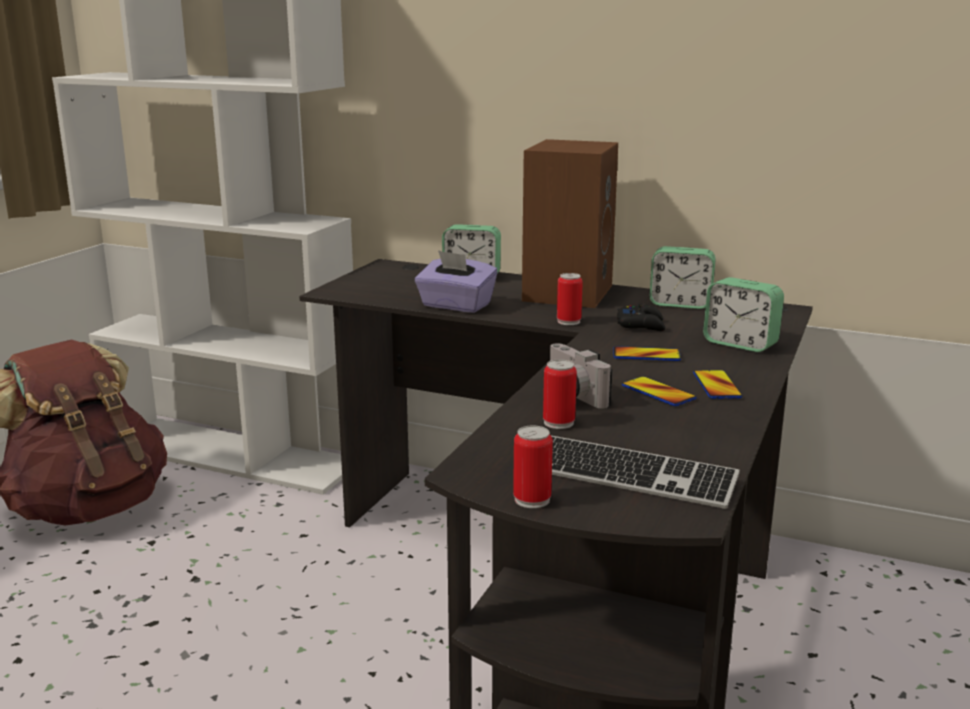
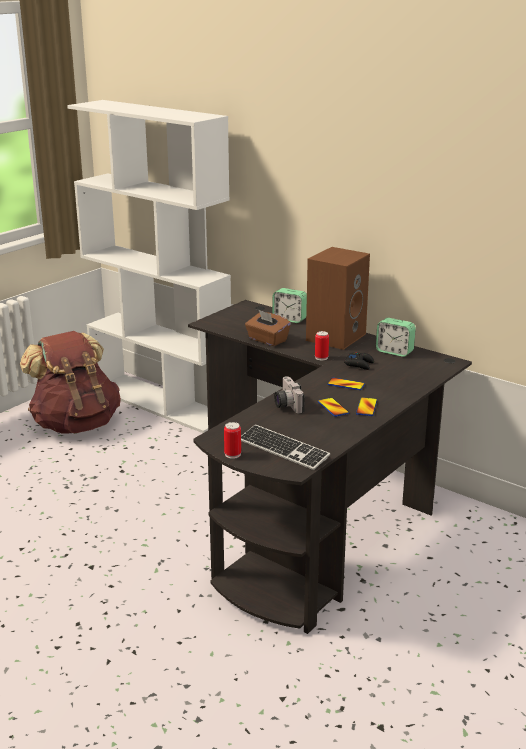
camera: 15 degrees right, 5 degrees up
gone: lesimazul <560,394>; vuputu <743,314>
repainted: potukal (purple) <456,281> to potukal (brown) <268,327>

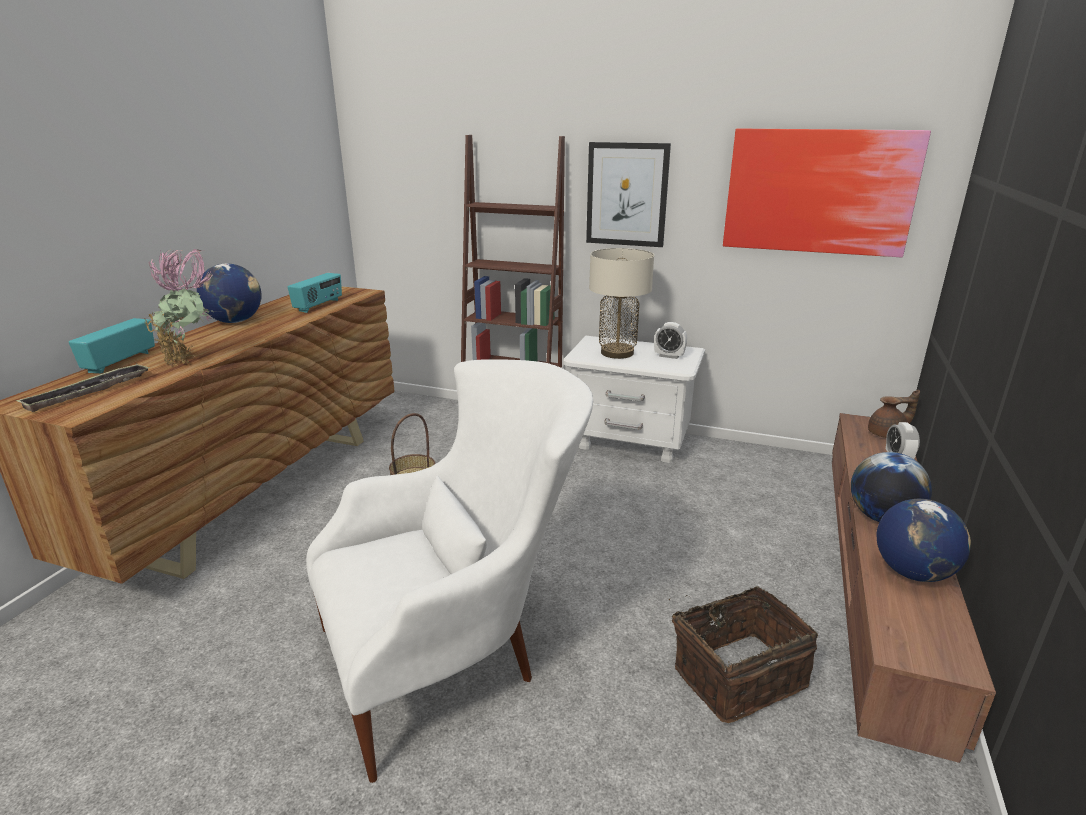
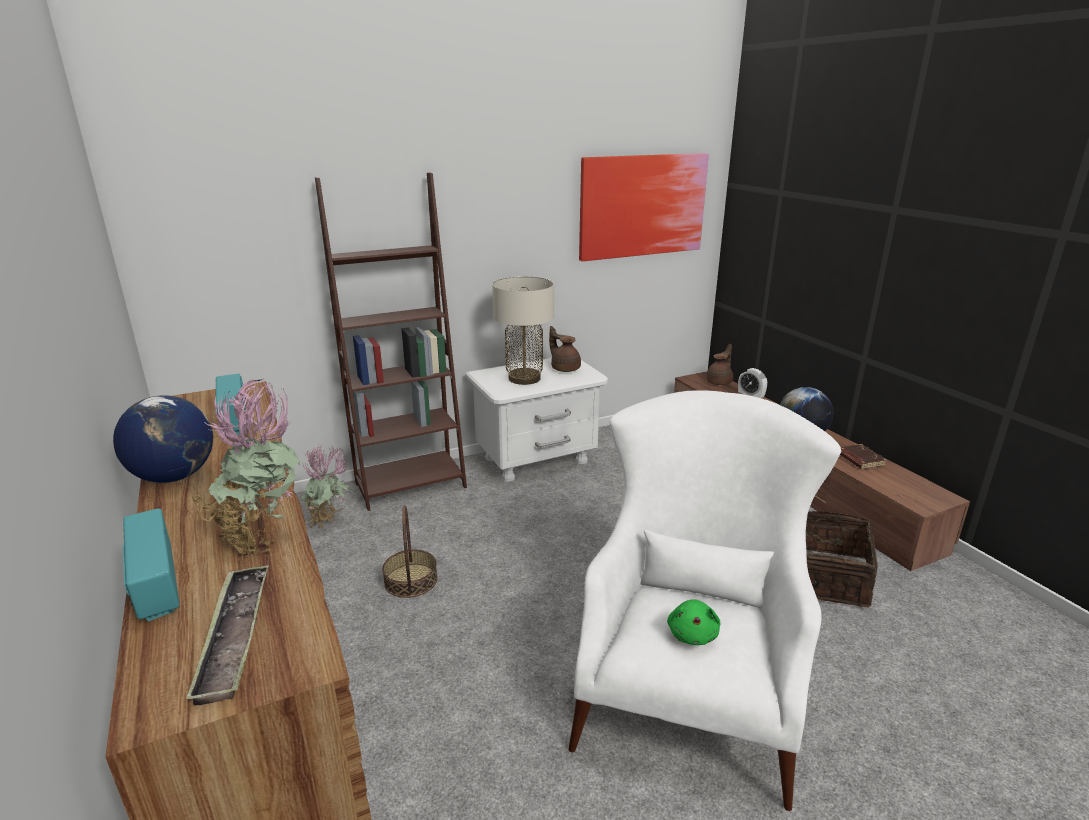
camera: 45 degrees left, 0 degrees up
gone: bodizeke <628,194>
new: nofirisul <324,486>; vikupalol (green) <693,622>
swapped: vuputu <670,340> to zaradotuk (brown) <565,349>; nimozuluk <923,540> to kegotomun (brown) <863,456>

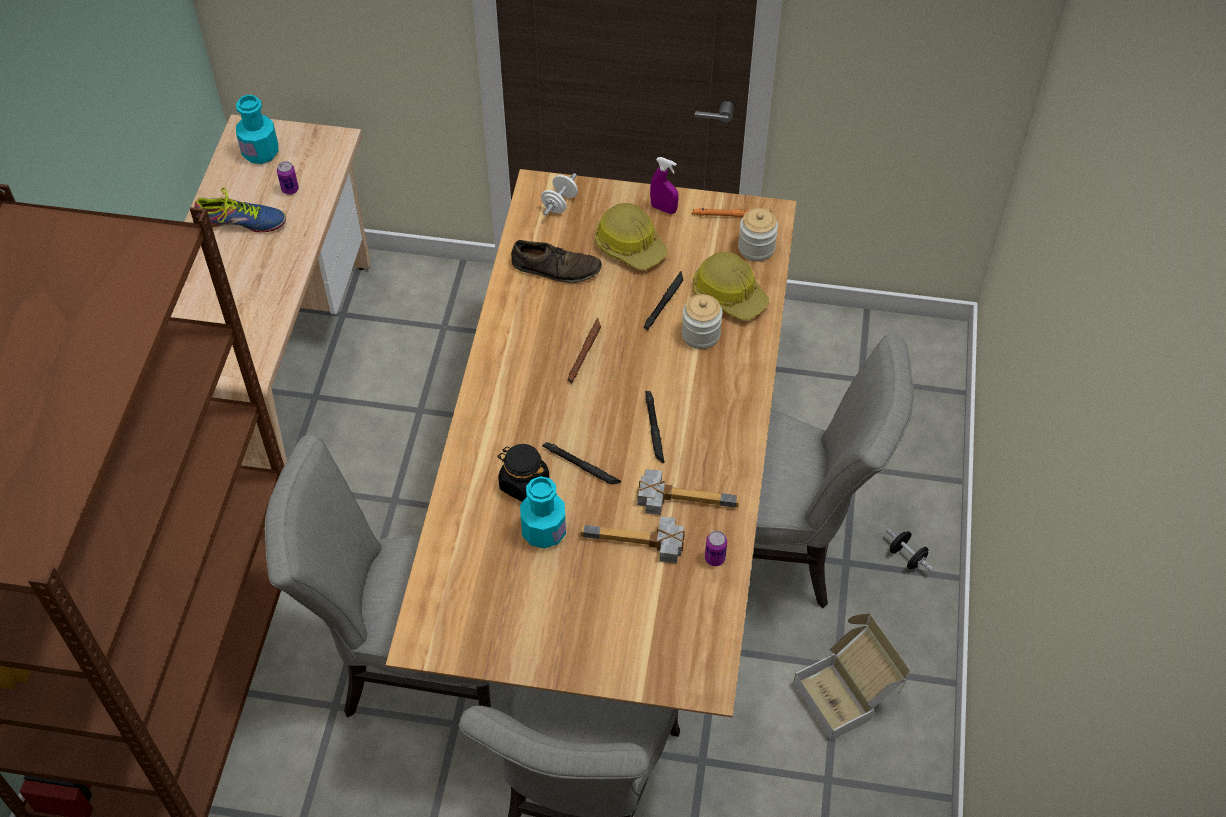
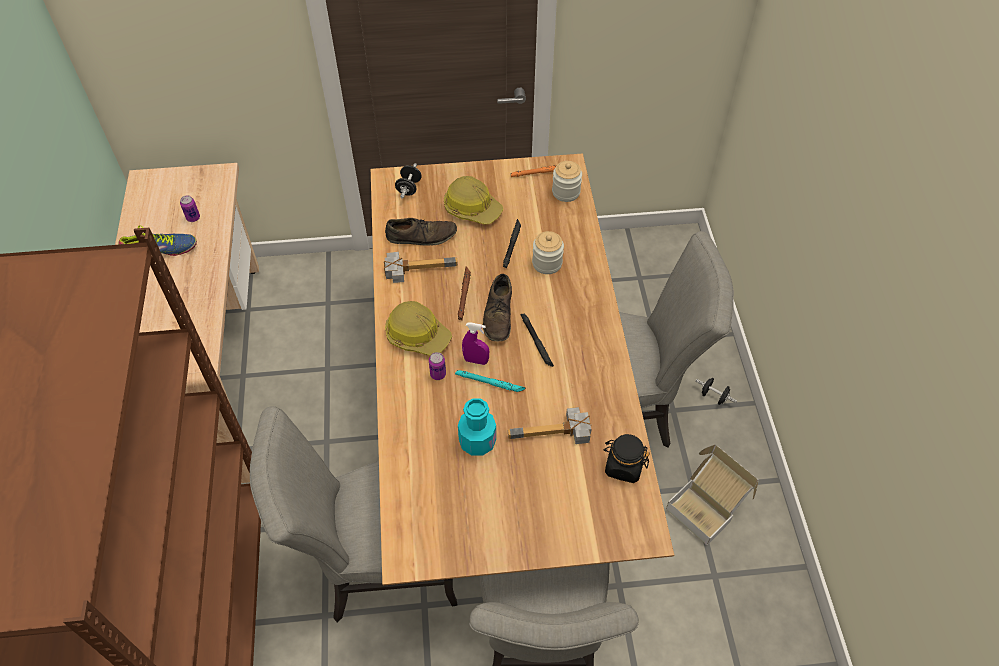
camera: 15 degrees left, 0 degrees up
gone: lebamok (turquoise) <257,129>
new: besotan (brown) <497,307>
shifted: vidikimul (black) <523,473> to <626,458>; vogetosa <688,492> to <421,267>; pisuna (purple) <664,185> to <475,343>; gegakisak <731,286> to <418,328>; lesimazul <716,548> to <437,366>
repainted: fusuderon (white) <559,194> to fusuderon (black) <408,180>; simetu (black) <581,463> to simetu (turquoise) <490,381>

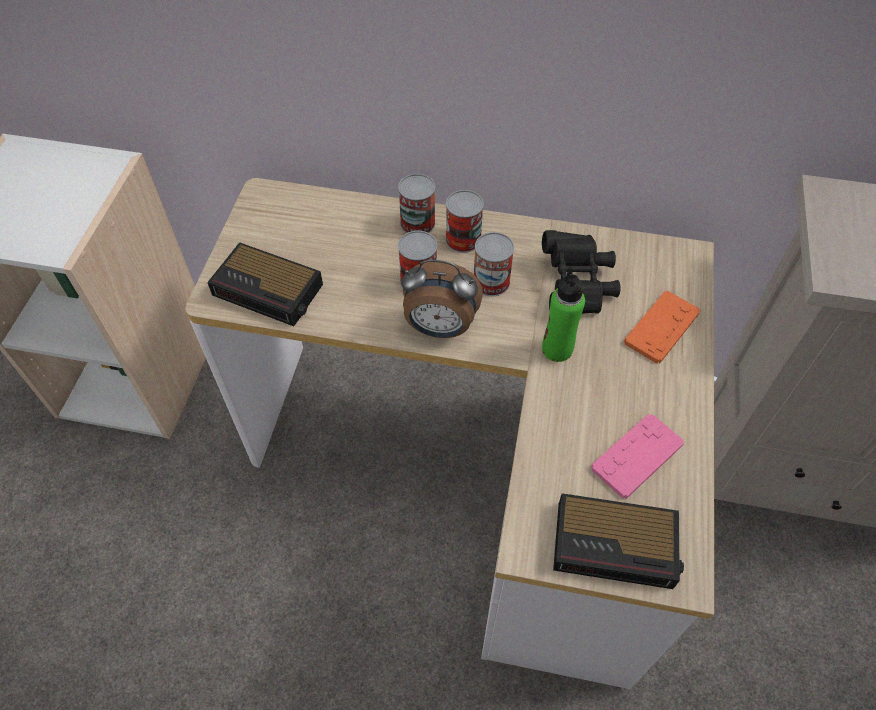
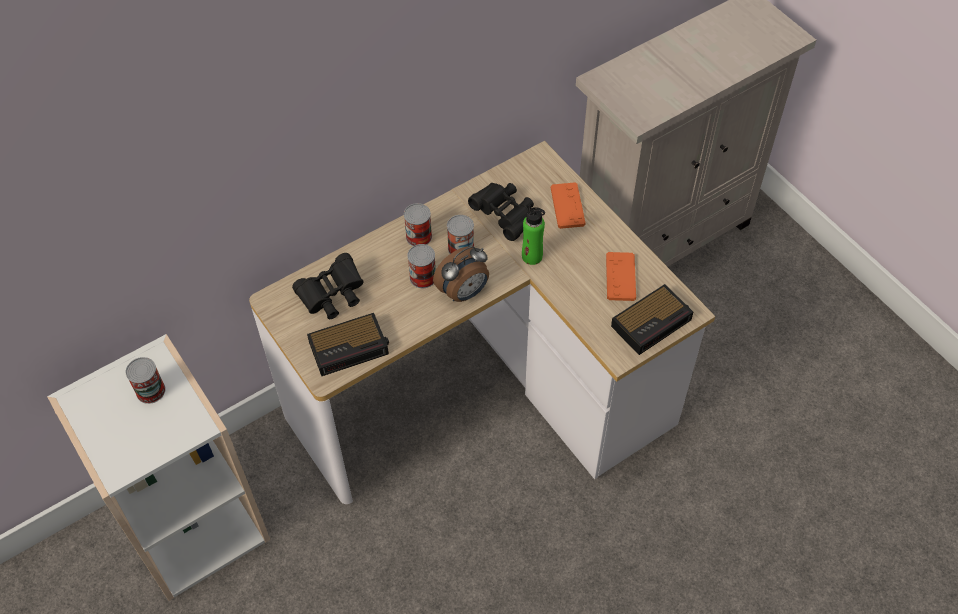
camera: 45 degrees left, 0 degrees up
new: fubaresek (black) <327,286>
shifted: lesimazul <417,203> to <146,380>
repainted: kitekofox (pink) <637,456> to kitekofox (orange) <621,276>

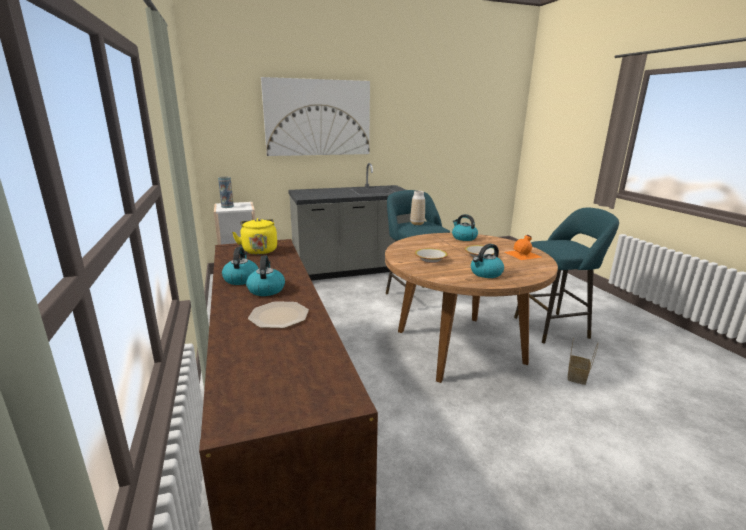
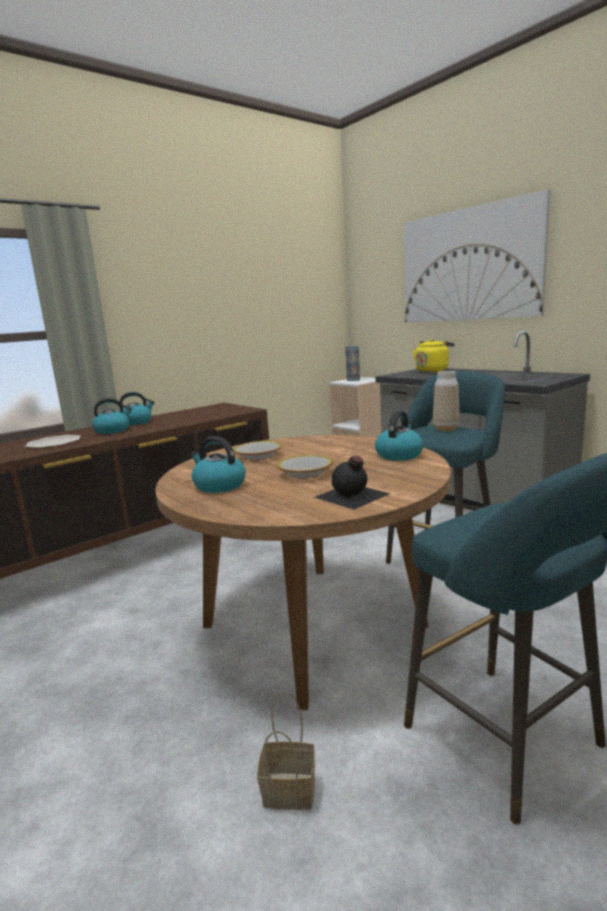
camera: 70 degrees right, 5 degrees down
shifted: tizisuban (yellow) <254,236> to <434,355>
repainted: lebamok (orange) <523,247> to lebamok (black) <352,482>

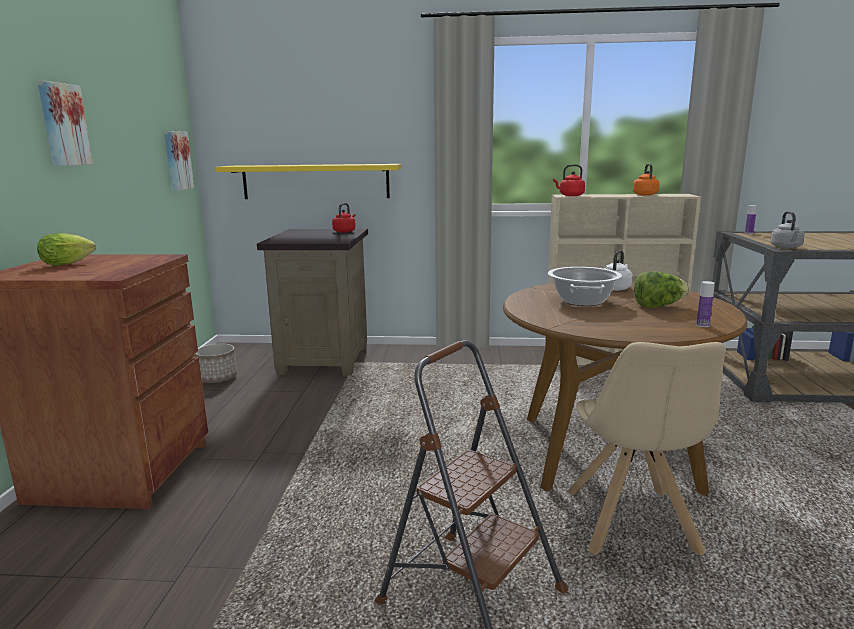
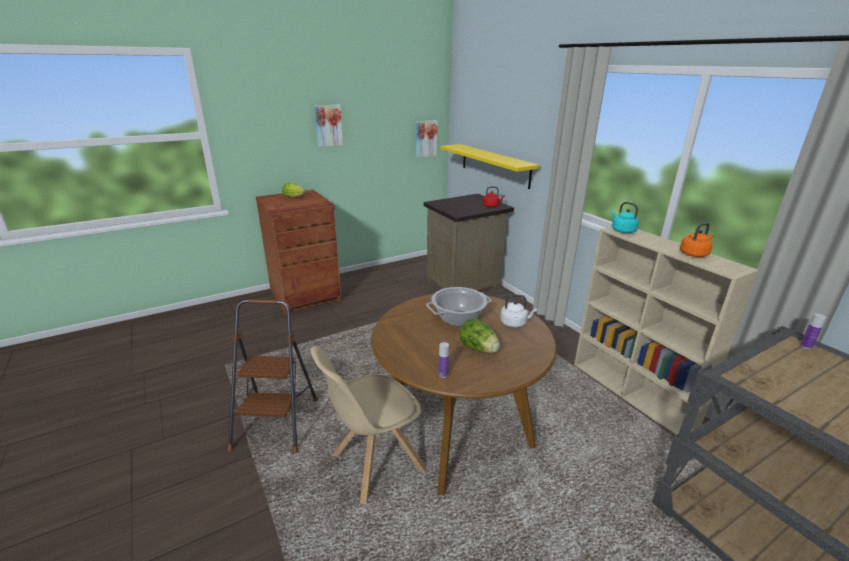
camera: 55 degrees right, 10 degrees up
gone: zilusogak <215,363>; tizisuban (grey) <787,229>
repainted: tizisuban (red) <569,180> to tizisuban (turquoise) <625,217>

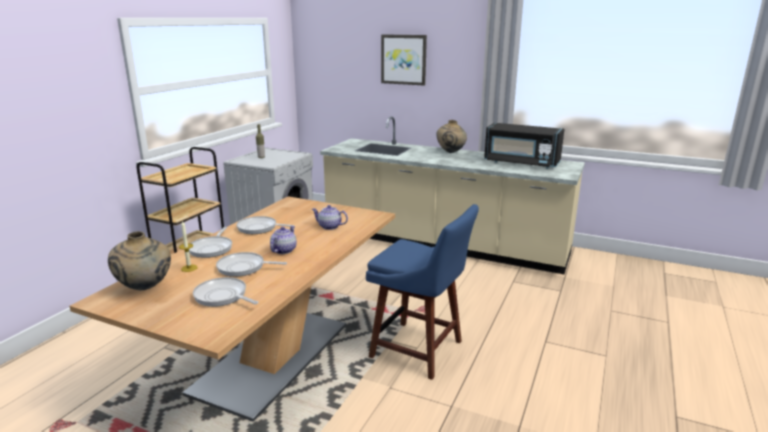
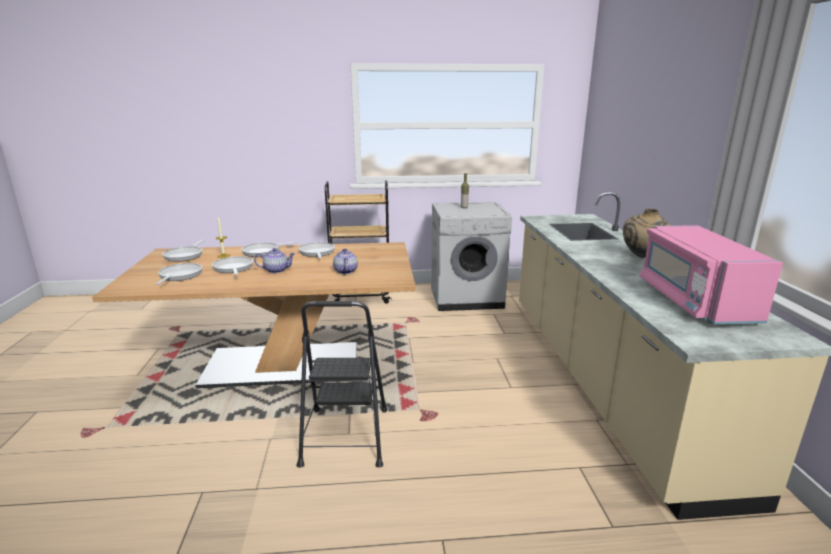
camera: 60 degrees right, 0 degrees up
gone: bodizeke <404,60>
swapped: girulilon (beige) <139,260> to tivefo <183,251>; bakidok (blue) <422,292> to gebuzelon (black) <342,384>
repainted: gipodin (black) <524,145> to gipodin (pink) <711,274>

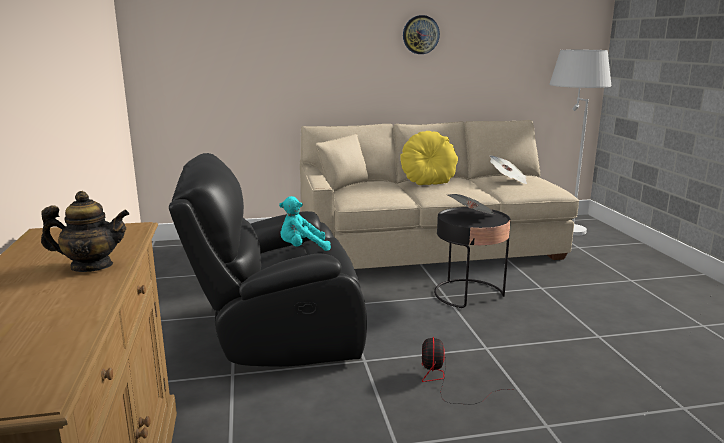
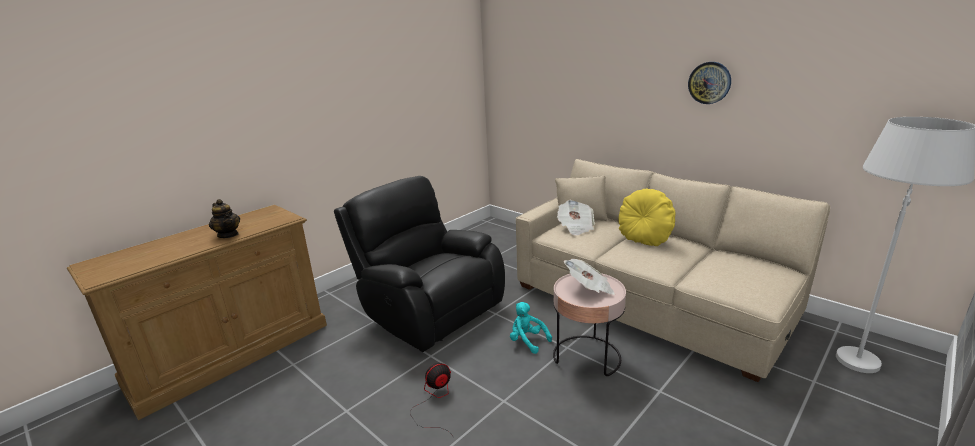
camera: 55 degrees right, 5 degrees up
shifted: vikupalol (turquoise) <305,223> to <531,328>; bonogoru <508,169> to <575,218>
repainted: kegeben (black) <472,257> to kegeben (pink) <589,324>

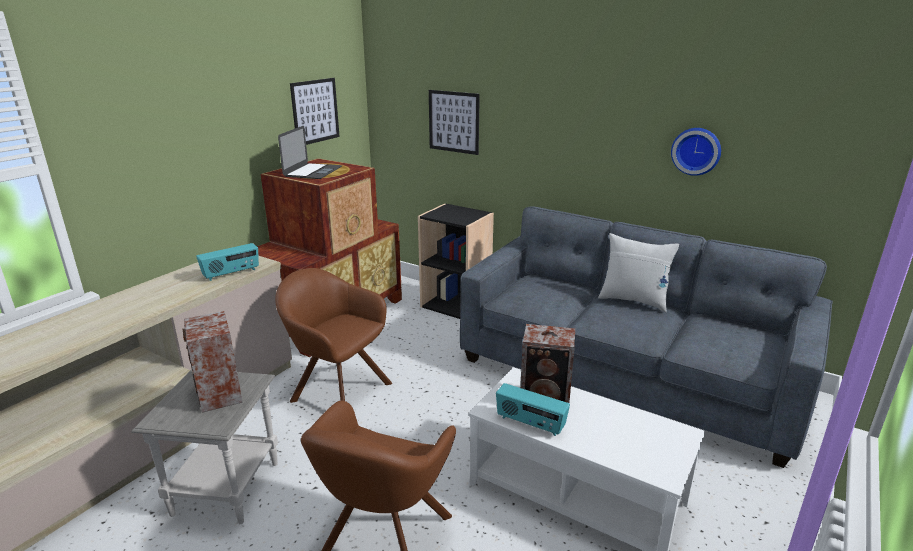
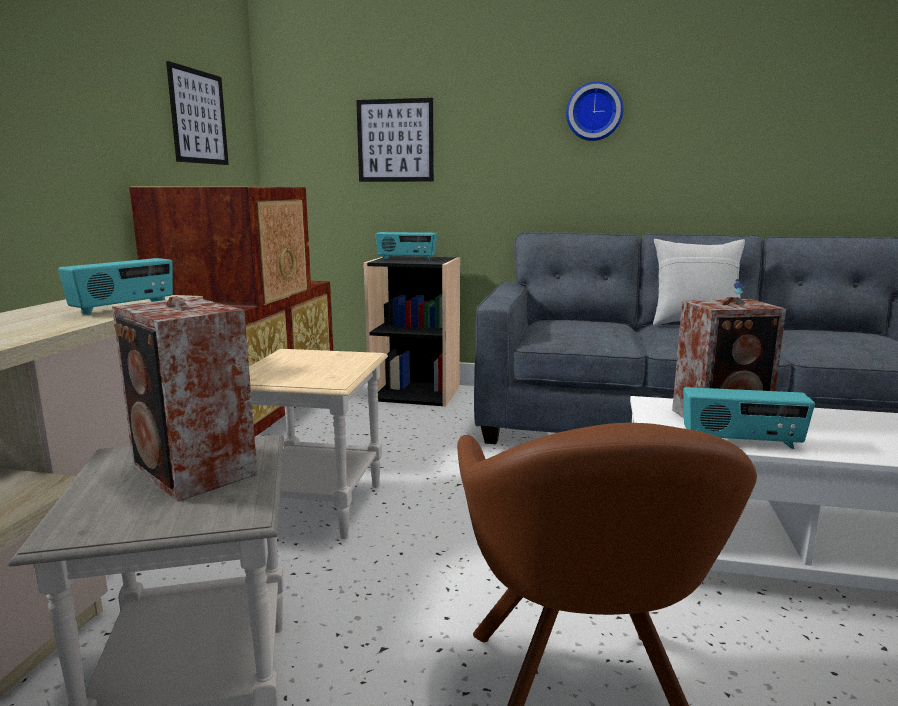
camera: 20 degrees left, 10 degrees down
gone: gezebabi <310,152>
new: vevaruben <406,246>
shifted: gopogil <696,152> to <594,111>
swapped: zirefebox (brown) <333,335> to kegeben (beige) <318,444>

